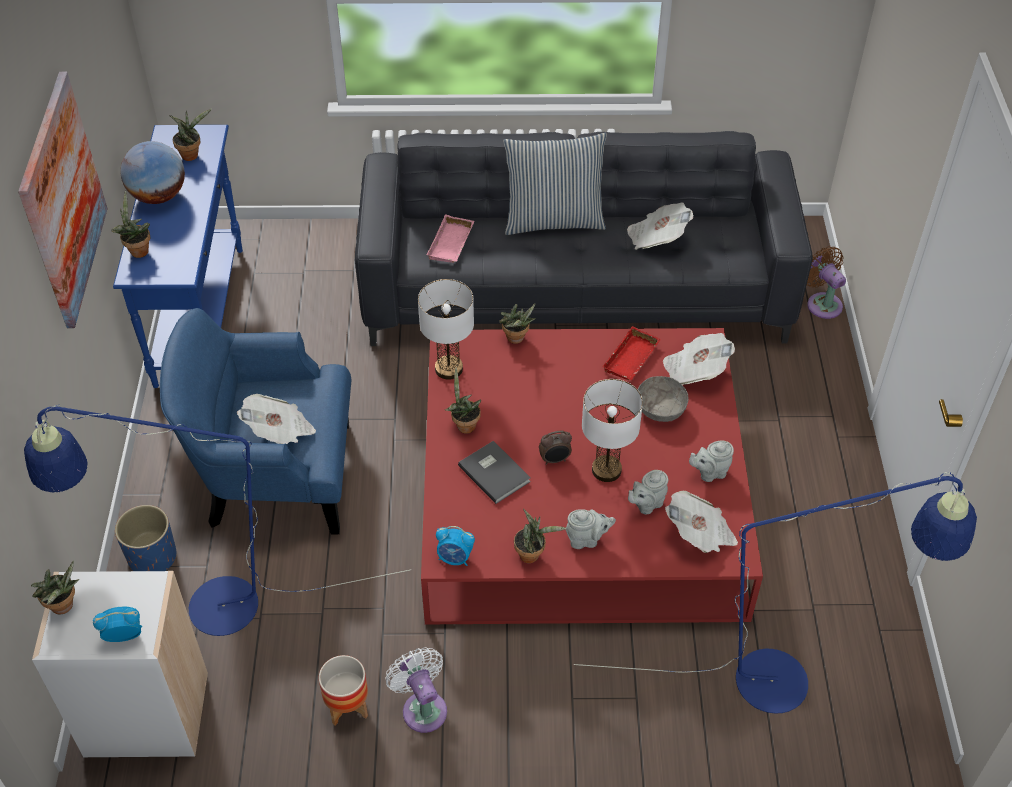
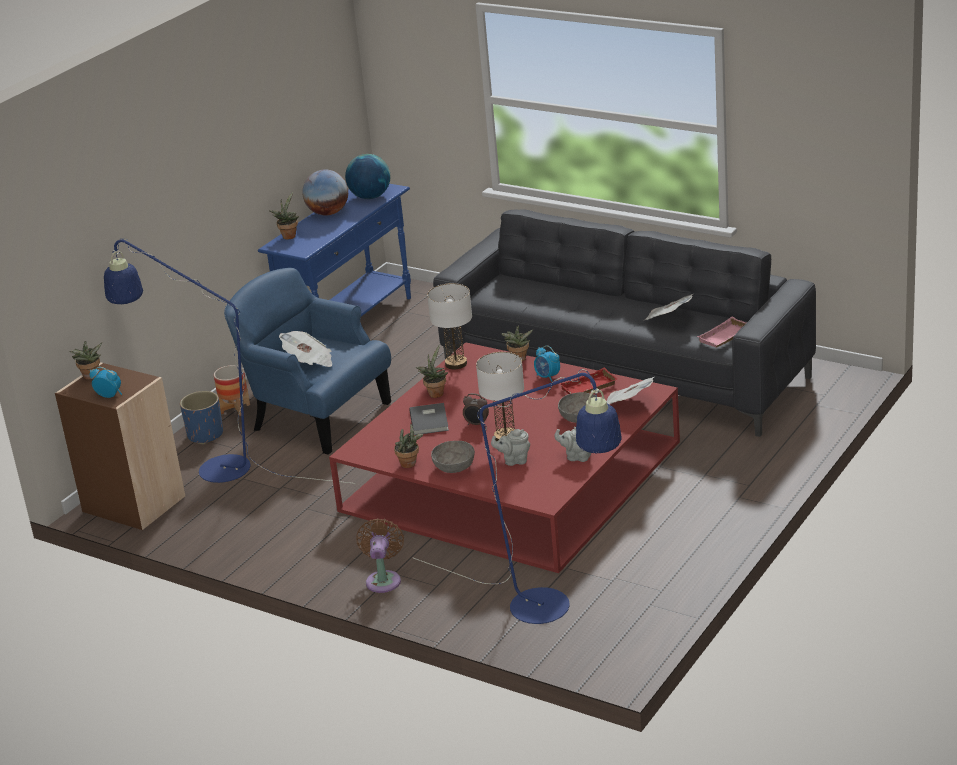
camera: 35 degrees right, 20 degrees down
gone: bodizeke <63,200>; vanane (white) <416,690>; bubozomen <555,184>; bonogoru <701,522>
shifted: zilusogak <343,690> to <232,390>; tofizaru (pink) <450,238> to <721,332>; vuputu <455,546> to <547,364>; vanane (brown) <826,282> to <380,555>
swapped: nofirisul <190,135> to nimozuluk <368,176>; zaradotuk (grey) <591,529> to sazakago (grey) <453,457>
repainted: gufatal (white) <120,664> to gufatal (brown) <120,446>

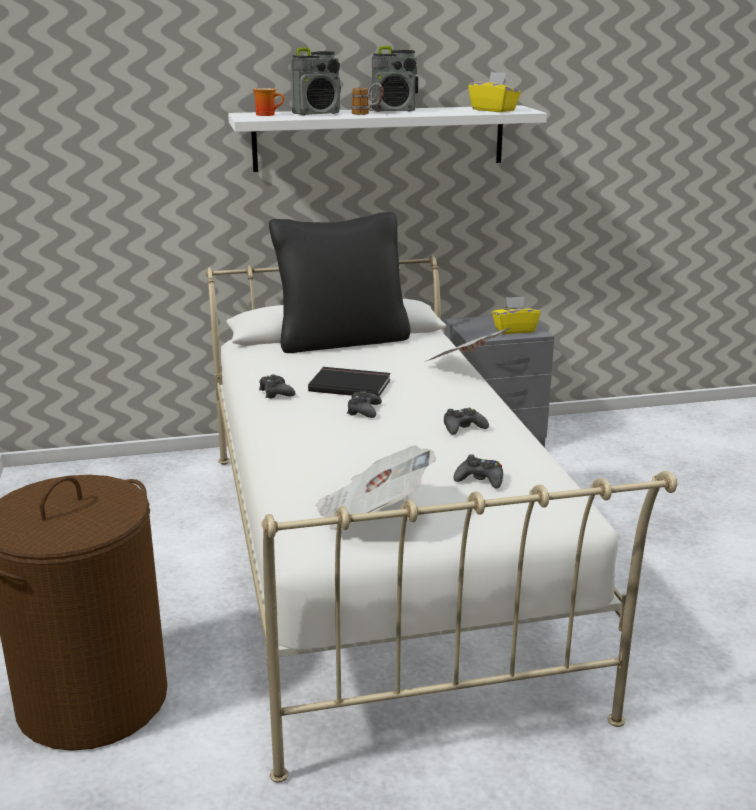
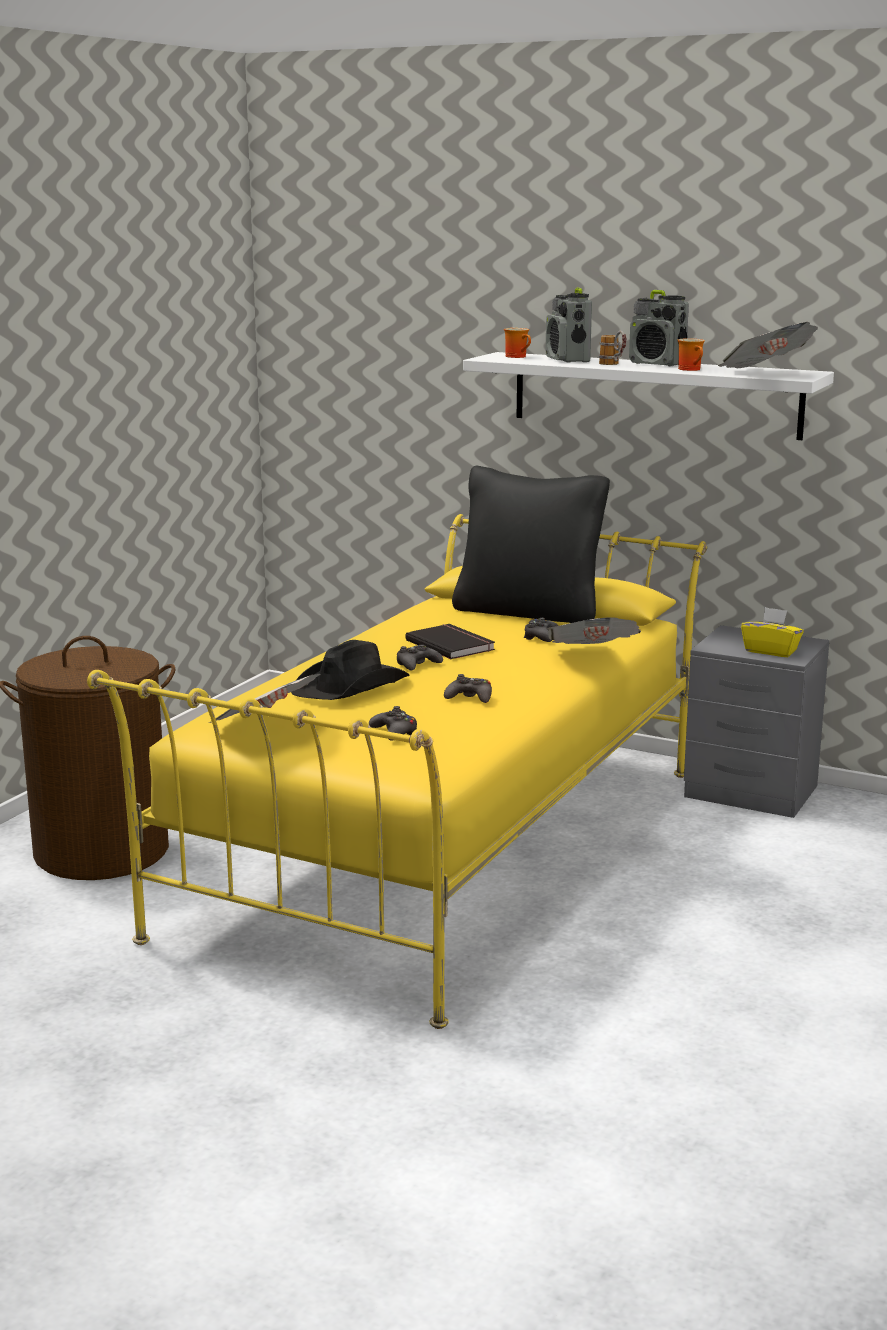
camera: 40 degrees right, 5 degrees down
new: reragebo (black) <350,670>; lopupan <691,354>
shifted: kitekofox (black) <277,386> to <541,630>
swapped: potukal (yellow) <494,92> to bonogoru <768,345>
repainted: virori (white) <441,519> to virori (yellow) <397,771>
rotated: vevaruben <315,81> = <569,325> 60 degrees clockwise

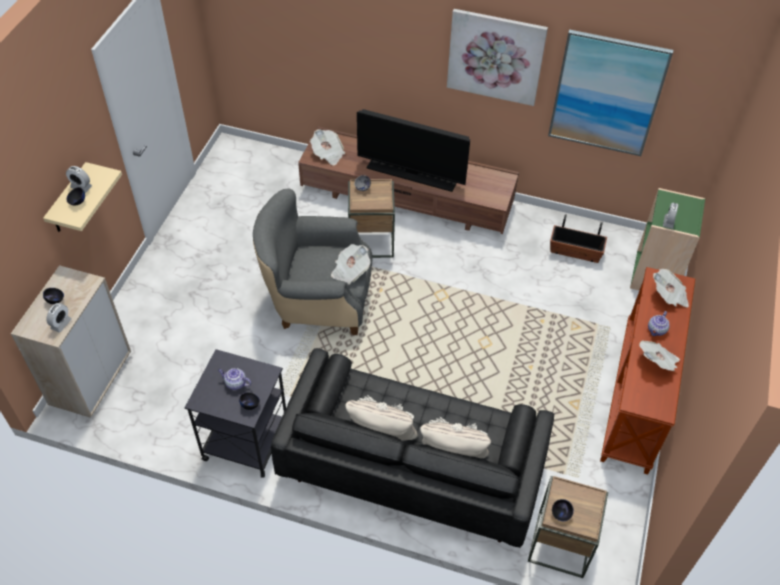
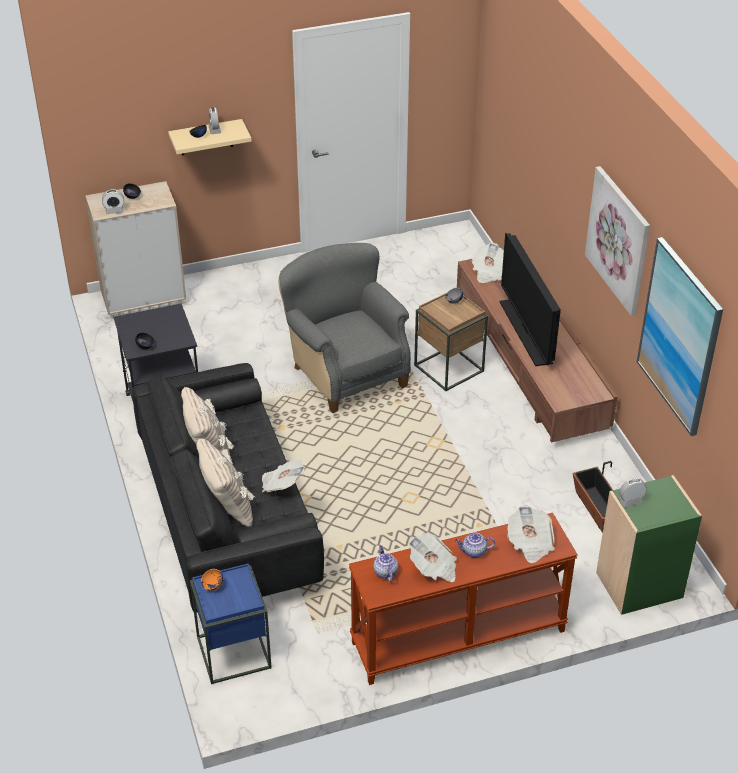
camera: 55 degrees right, 10 degrees down
shifted: zaradotuk <234,379> to <385,564>; bonogoru <350,264> to <283,476>
repainted: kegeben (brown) <568,527> to kegeben (blue) <231,623>; sazakago (black) <563,510> to sazakago (orange) <212,580>

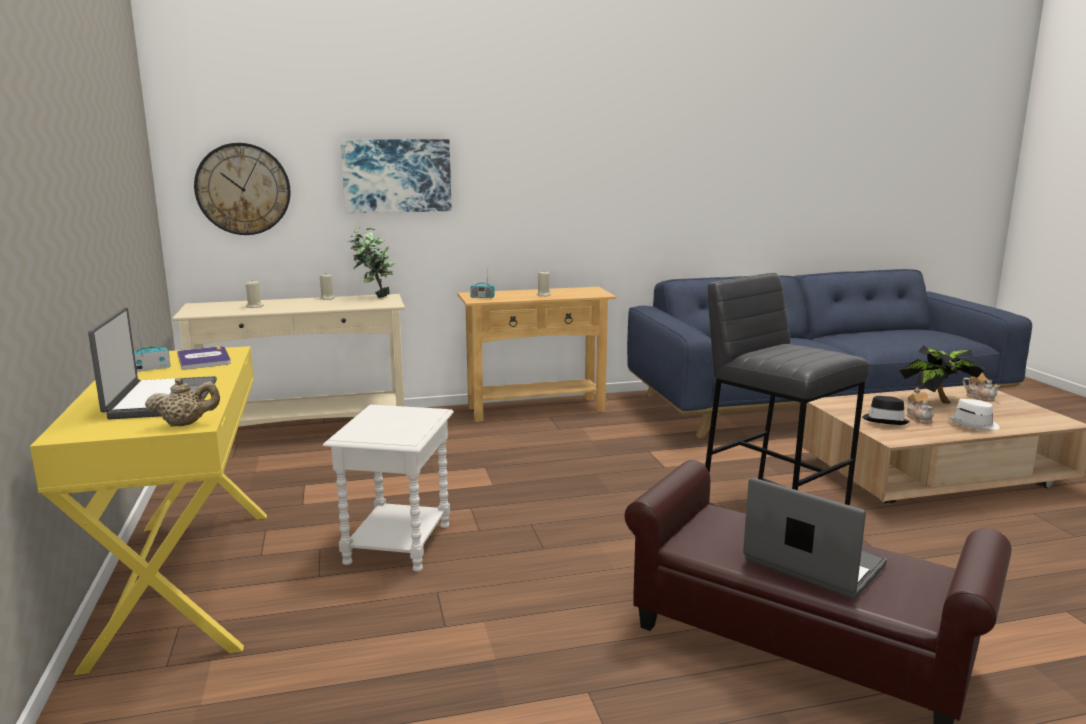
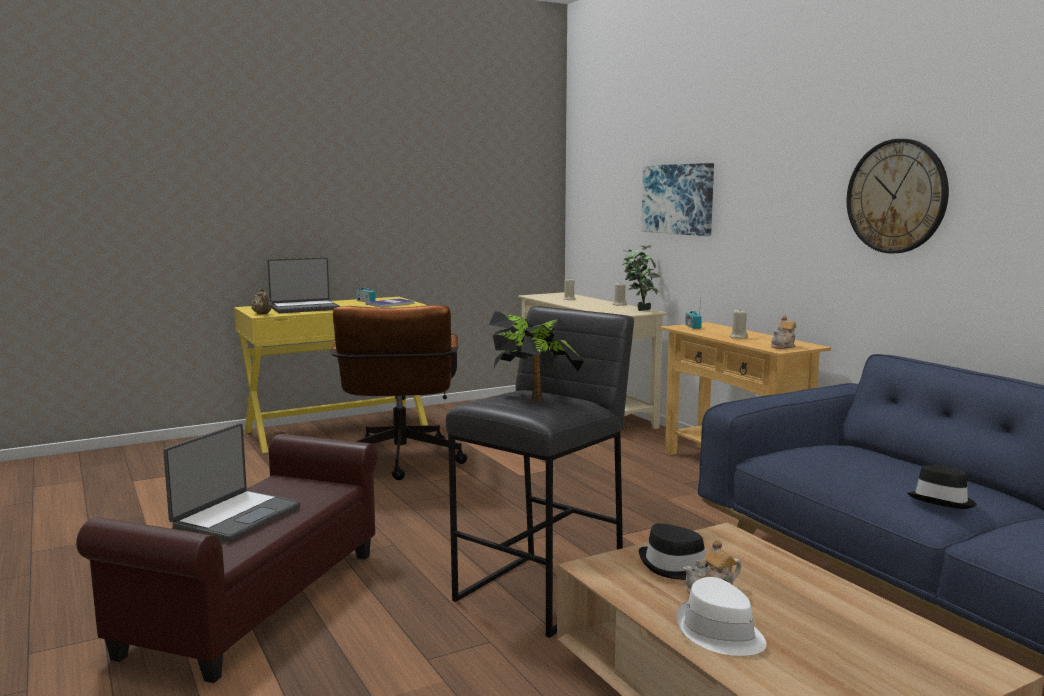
camera: 75 degrees right, 5 degrees down
new: reragebo (black) <942,487>
shifted: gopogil <242,189> to <898,196>; nofirisul <941,375> to <536,356>; zaradotuk <981,387> to <783,332>
swapped: kegeben (white) <388,488> to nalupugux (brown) <399,392>

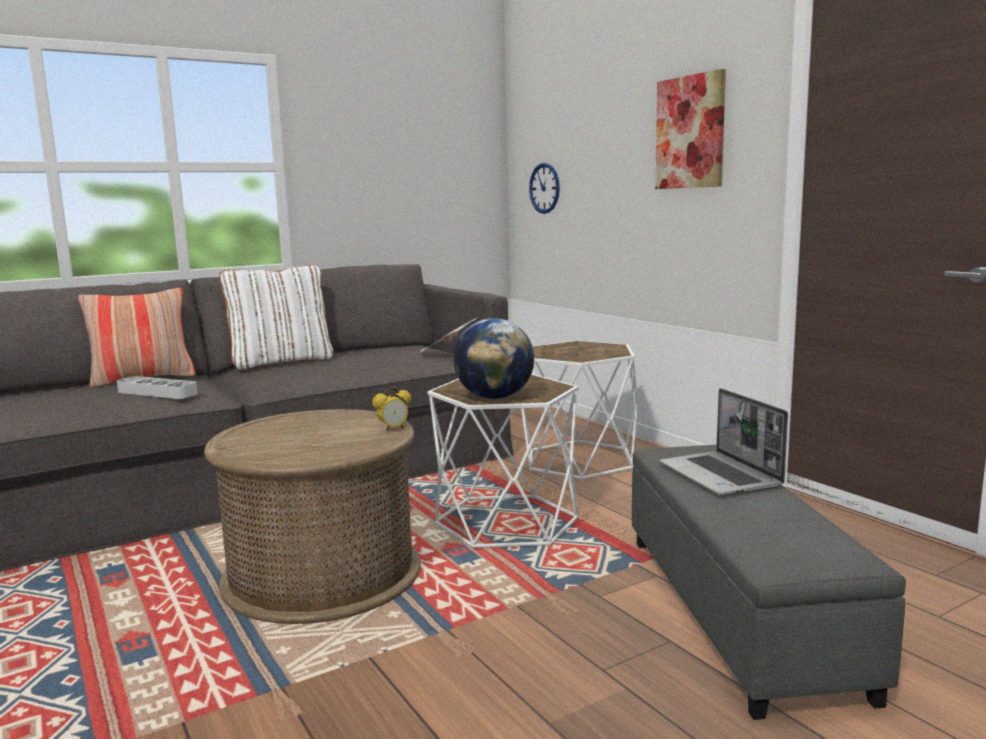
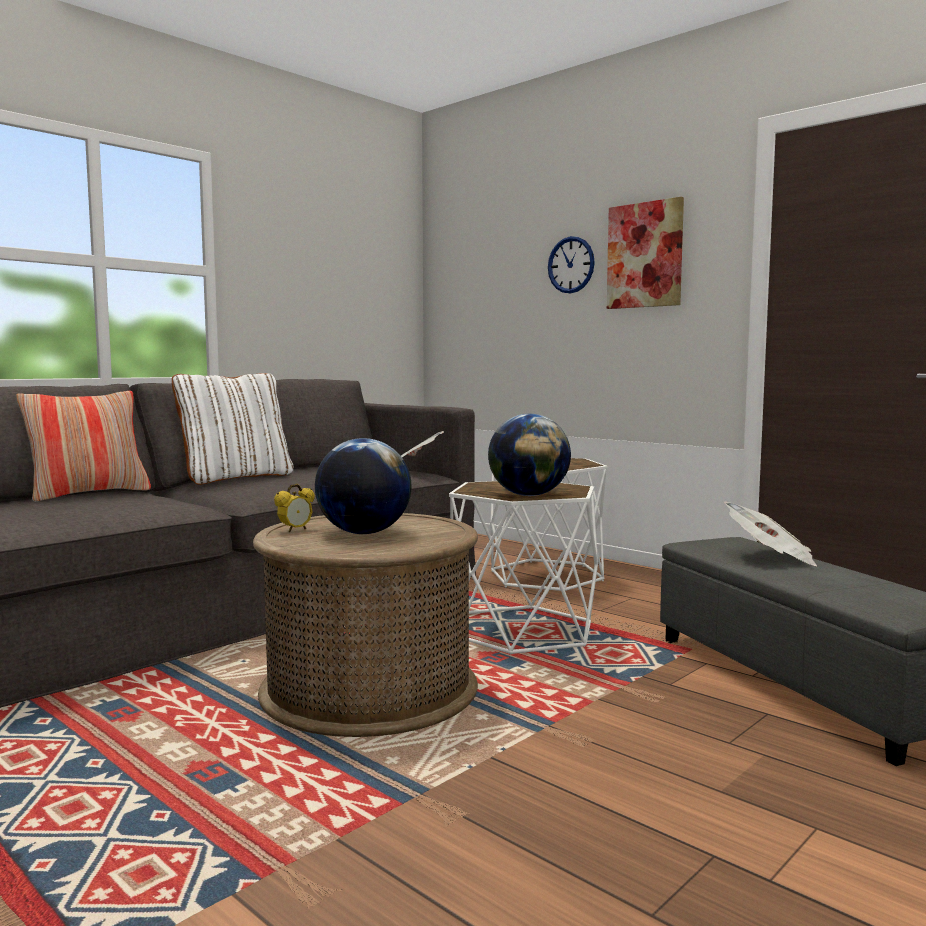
camera: 15 degrees left, 5 degrees down
gone: tofizaru (grey) <157,387>
new: nimozuluk <363,486>
shifted: vuputu <391,409> to <294,508>; gopogil <544,188> to <571,264>
swapped: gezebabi <723,442> to bonogoru <771,534>

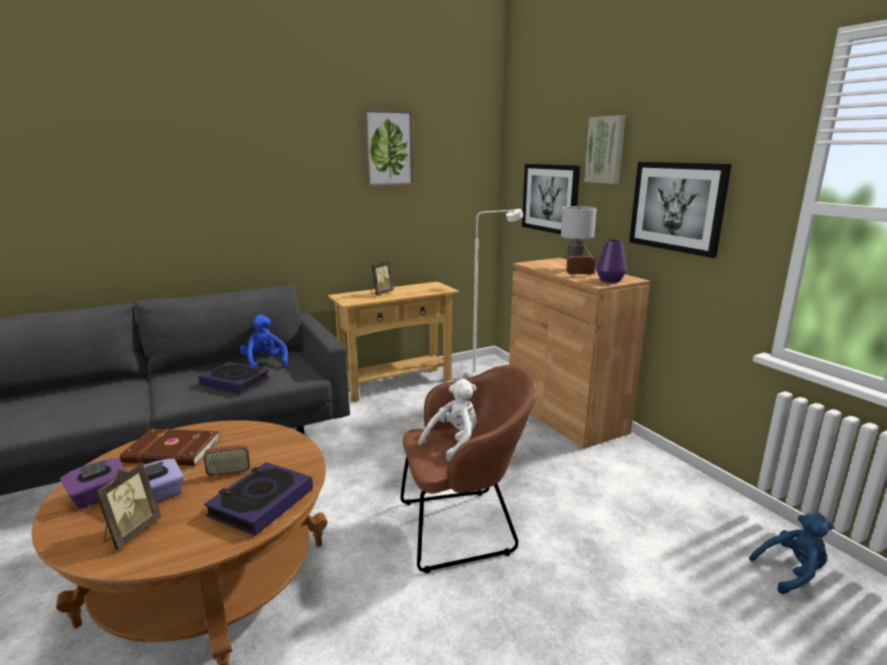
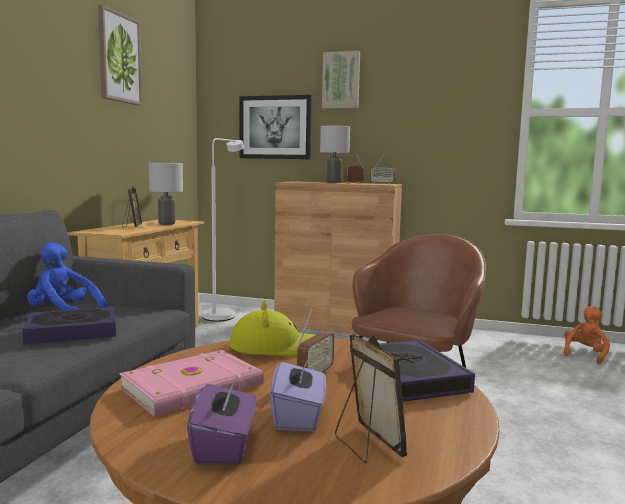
camera: 45 degrees left, 10 degrees down
gone: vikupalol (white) <448,420>; bodizeke <680,210>
new: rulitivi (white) <166,193>; reragebo (yellow) <272,328>
swapped: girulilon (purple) <611,261> to vevaruben <382,169>
repainted: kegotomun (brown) <170,447> to kegotomun (pink) <191,383>; vikupalol (blue) <791,553> to vikupalol (orange) <586,335>

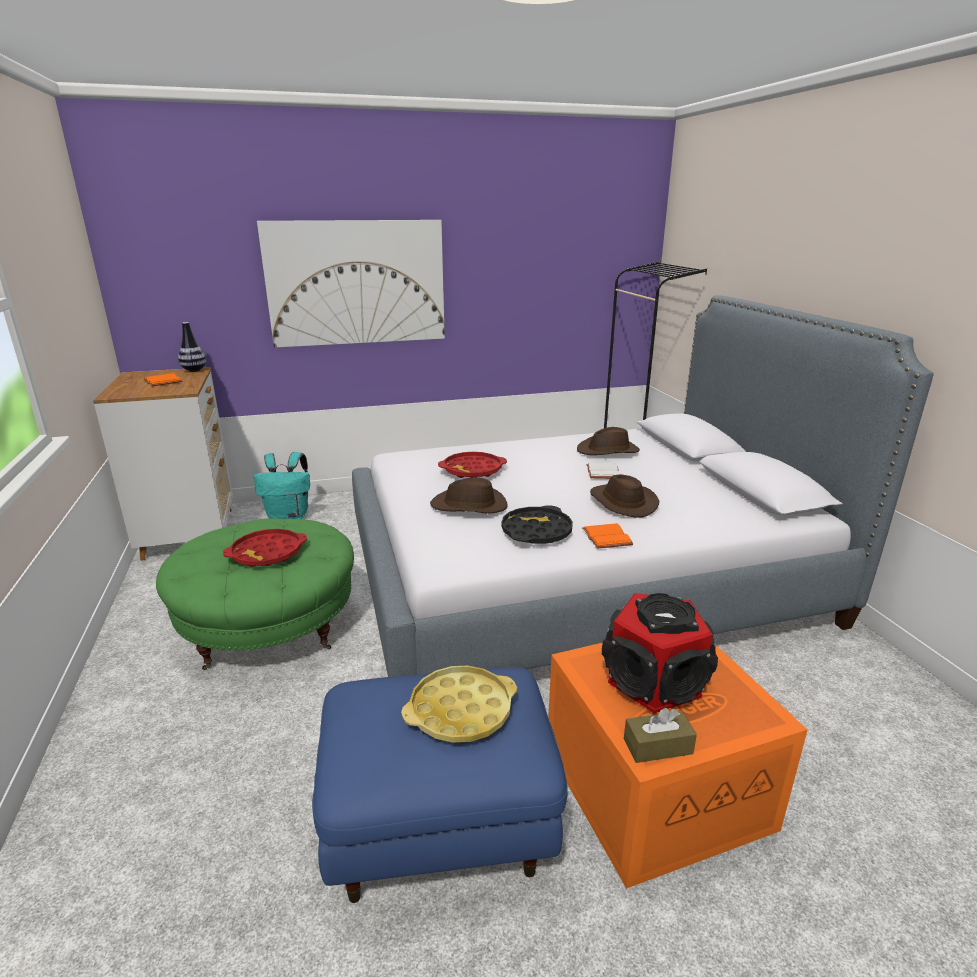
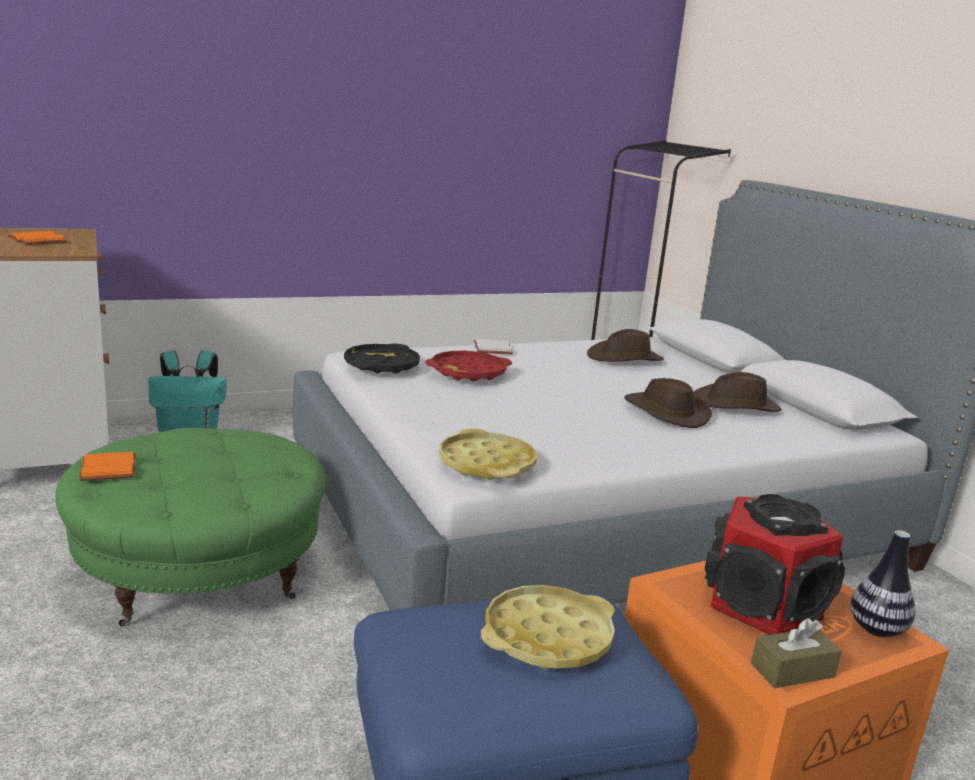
camera: 10 degrees left, 5 degrees down
gone: tofizaru (red) <265,548>; bodizeke <351,284>
new: tofizaru (yellow) <488,454>
shifted: girulilon <192,347> to <883,583>; reragebo (brown) <469,495> to <737,392>; tofizaru (black) <537,524> to <382,358>; kegotomun (orange) <607,536> to <107,466>; kegotomun (white) <603,471> to <493,346>

